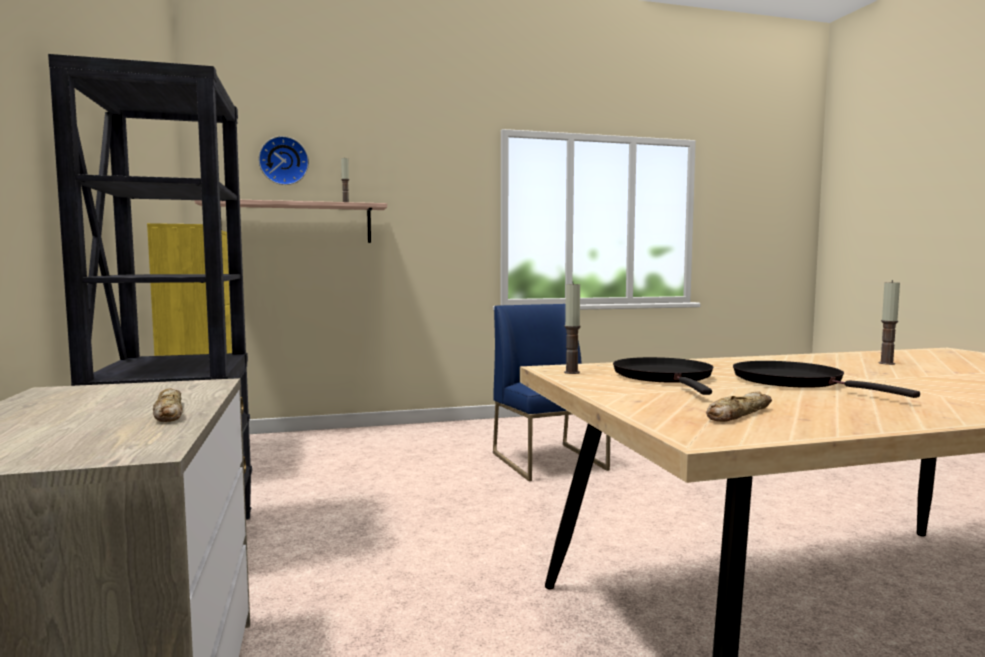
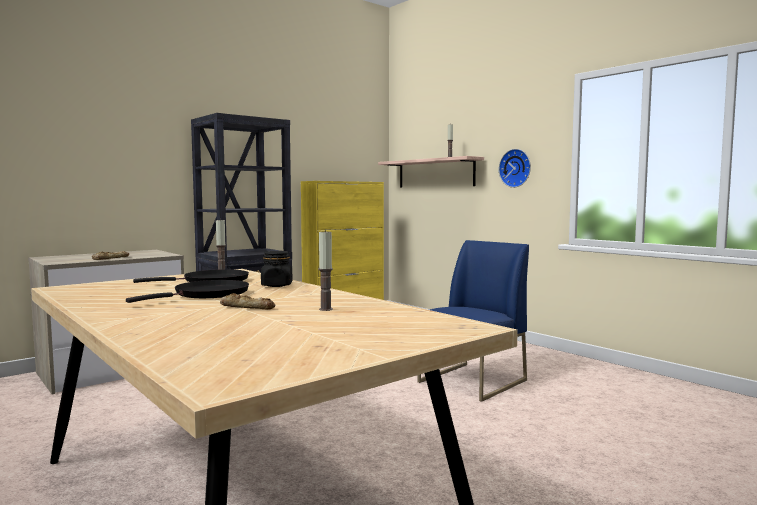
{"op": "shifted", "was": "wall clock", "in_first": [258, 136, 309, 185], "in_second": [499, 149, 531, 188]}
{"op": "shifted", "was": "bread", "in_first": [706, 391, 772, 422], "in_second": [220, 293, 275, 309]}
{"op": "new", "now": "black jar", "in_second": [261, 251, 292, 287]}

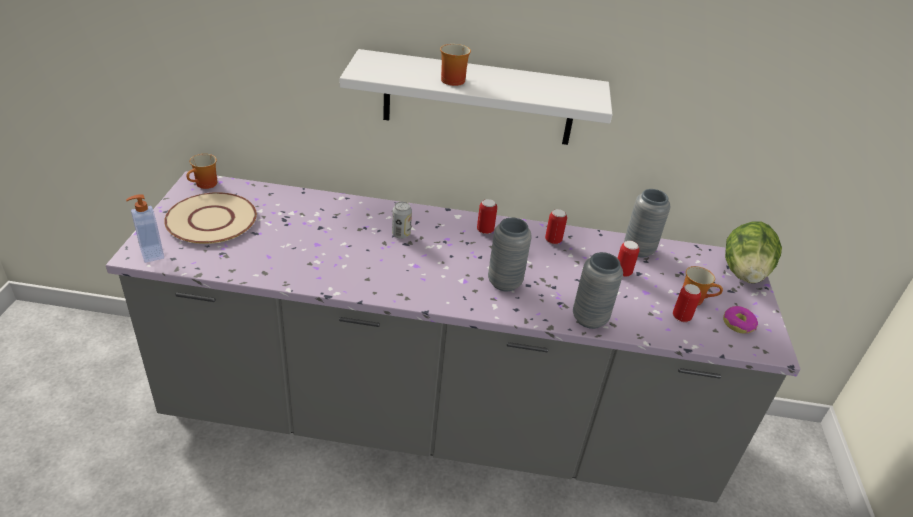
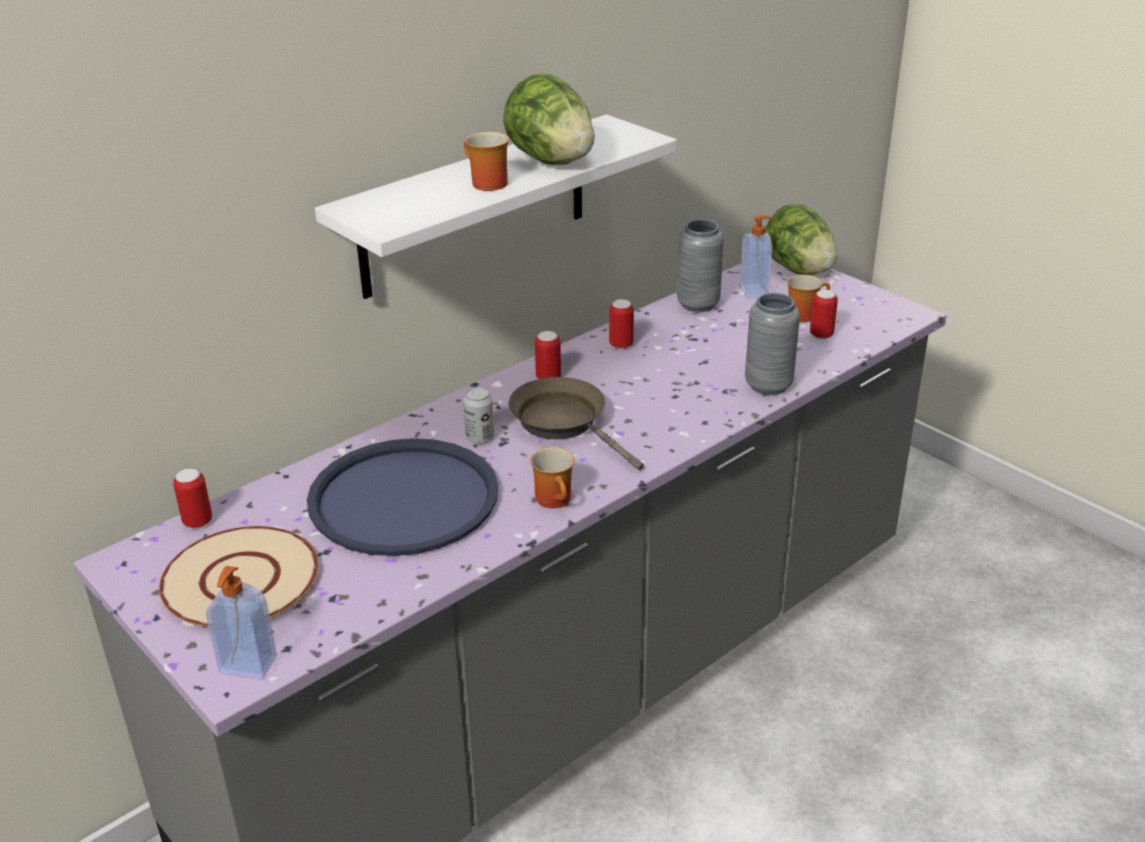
{"op": "shifted", "was": "mug", "in_first": [186, 154, 217, 189], "in_second": [530, 447, 575, 508]}
{"op": "gone", "was": "grey vase", "in_first": [488, 217, 532, 291]}
{"op": "shifted", "was": "can", "in_first": [618, 241, 640, 277], "in_second": [173, 468, 212, 528]}
{"op": "gone", "was": "donut", "in_first": [723, 306, 758, 334]}
{"op": "new", "now": "lettuce", "in_second": [503, 74, 595, 165]}
{"op": "new", "now": "soap dispenser", "in_second": [740, 215, 773, 298]}
{"op": "new", "now": "brown frying pan", "in_second": [508, 377, 644, 470]}
{"op": "new", "now": "blue tray", "in_second": [307, 438, 498, 556]}

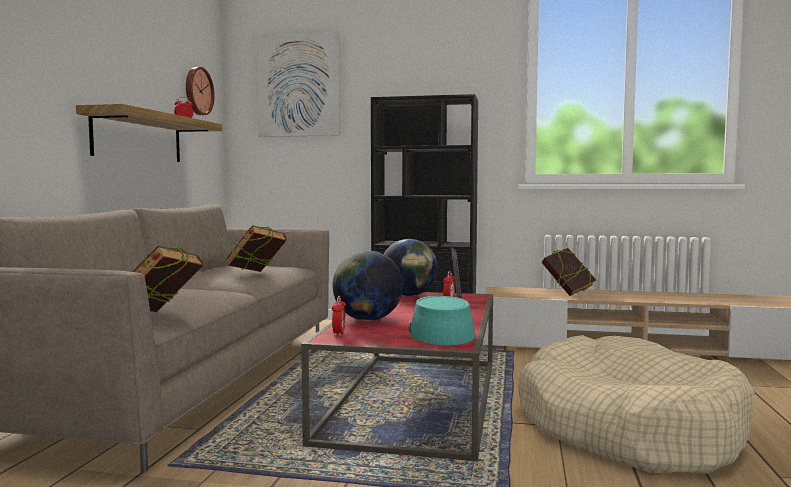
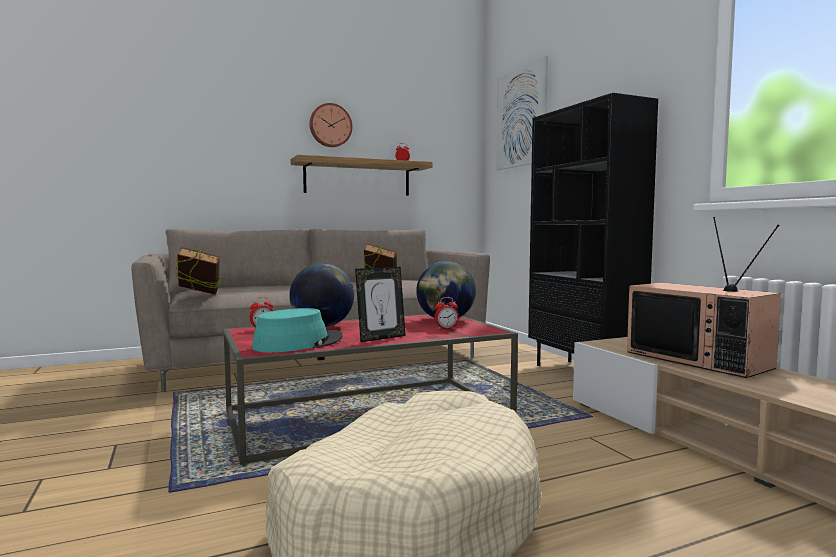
{"op": "shifted", "was": "wall clock", "in_first": [186, 67, 215, 115], "in_second": [310, 103, 352, 147]}
{"op": "swapped", "was": "book", "now": "television", "in_first": [542, 248, 596, 296], "in_second": [627, 217, 781, 378]}

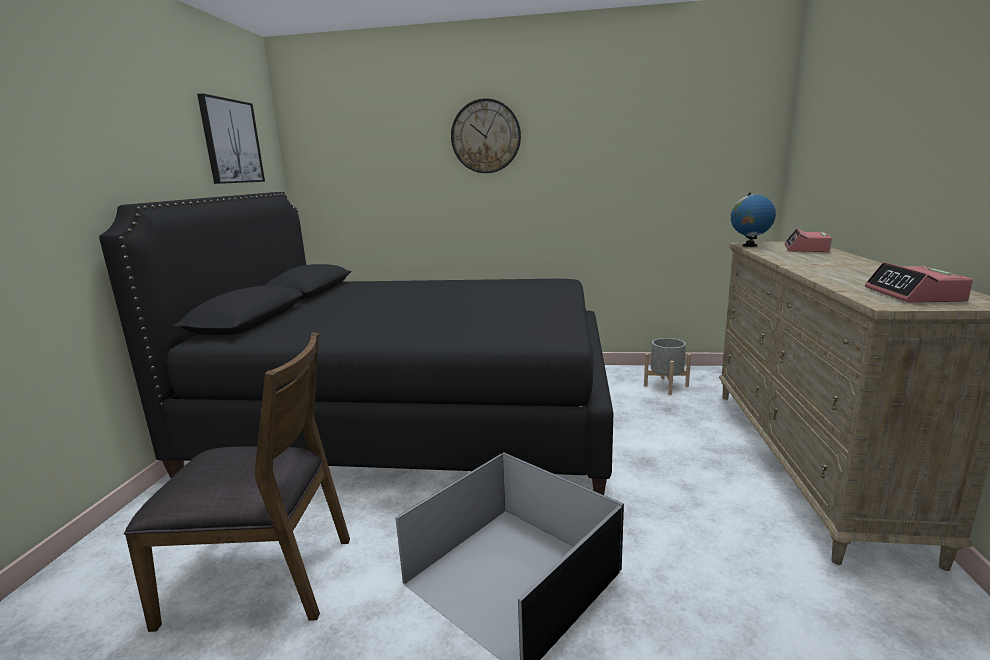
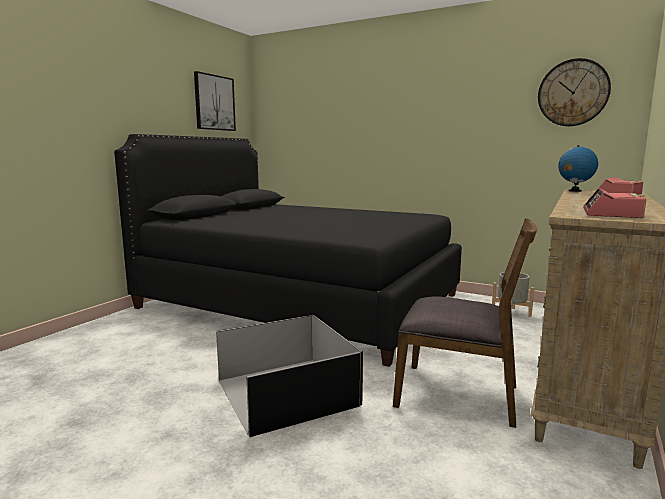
{"op": "shifted", "was": "wall clock", "in_first": [451, 98, 521, 173], "in_second": [538, 58, 611, 126]}
{"op": "shifted", "was": "brown chair", "in_first": [124, 332, 350, 632], "in_second": [393, 218, 538, 428]}

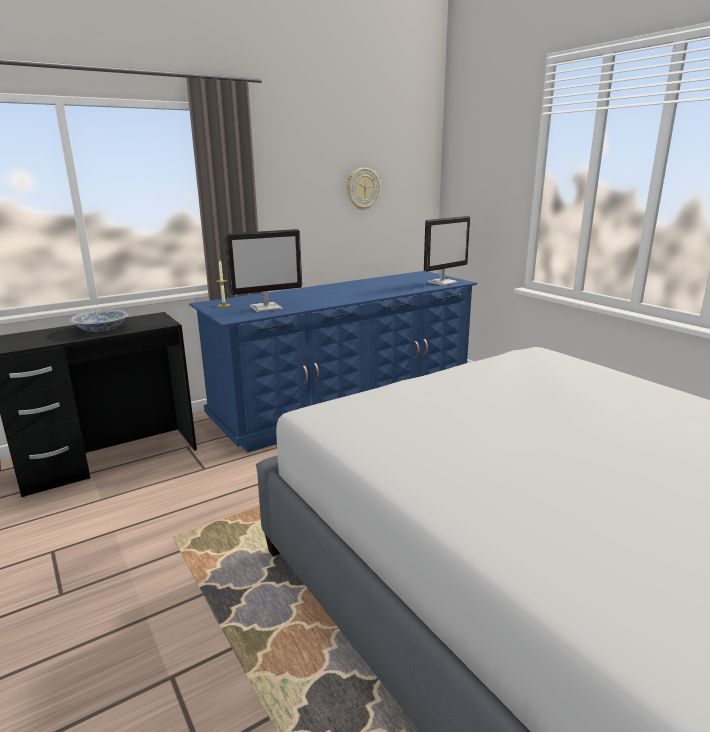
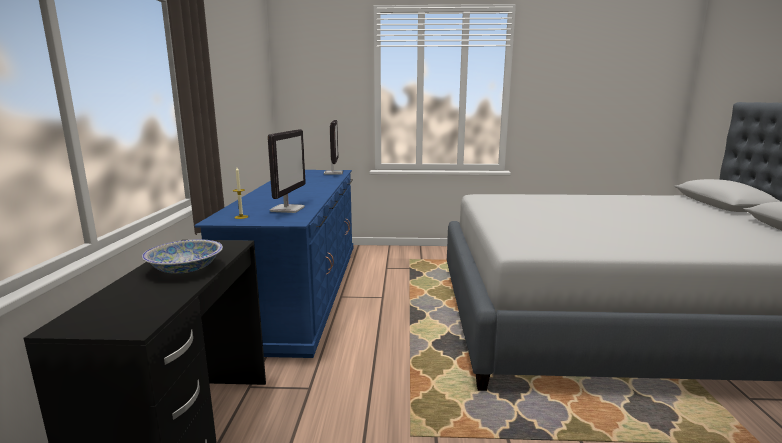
{"op": "gone", "was": "wall clock", "in_first": [346, 168, 381, 210]}

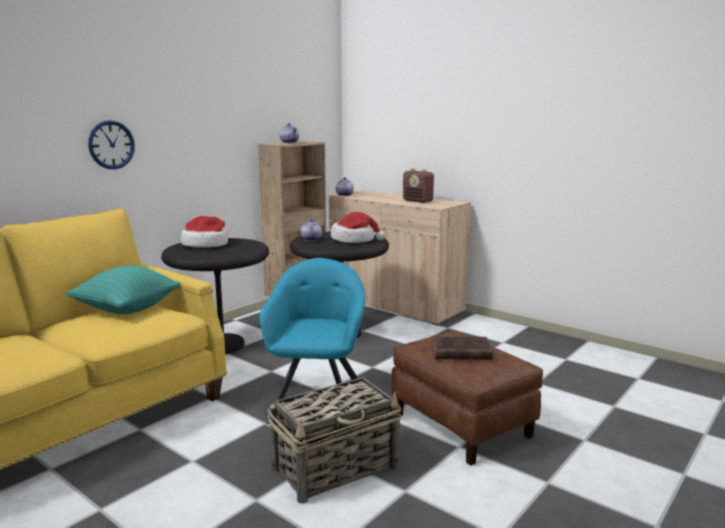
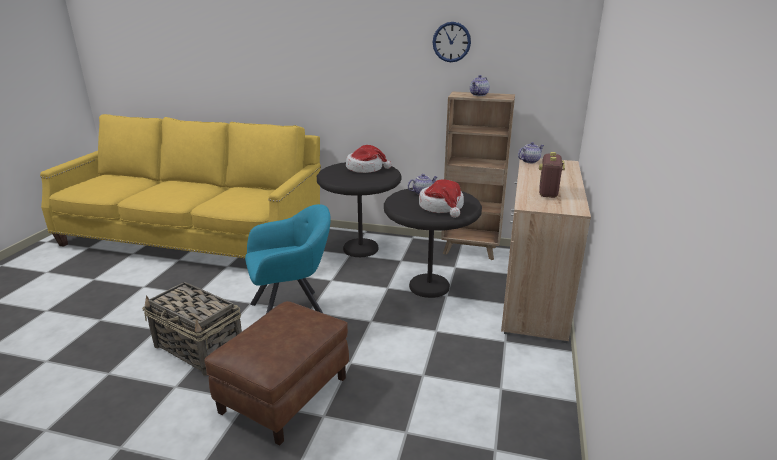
{"op": "shifted", "was": "wall clock", "in_first": [88, 120, 135, 169], "in_second": [433, 22, 471, 62]}
{"op": "gone", "was": "turquoise pillow", "in_first": [66, 266, 181, 314]}
{"op": "gone", "was": "brown book", "in_first": [432, 336, 493, 360]}

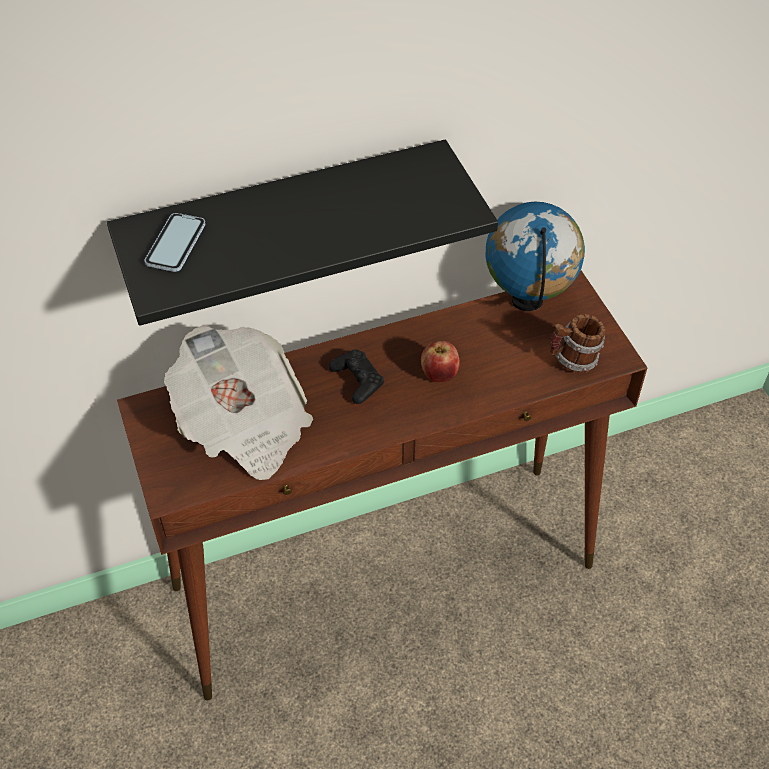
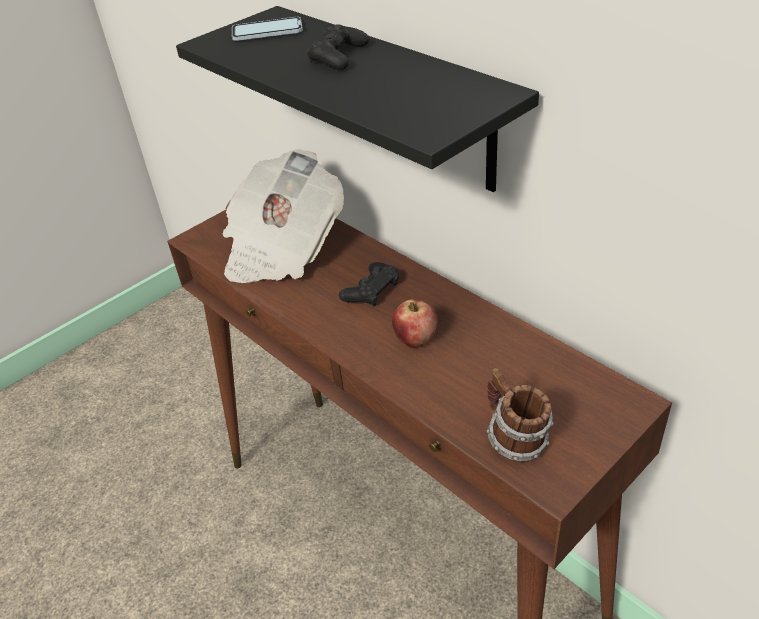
{"op": "gone", "was": "globe", "in_first": [486, 202, 585, 311]}
{"op": "new", "now": "black game controller", "in_second": [306, 24, 369, 70]}

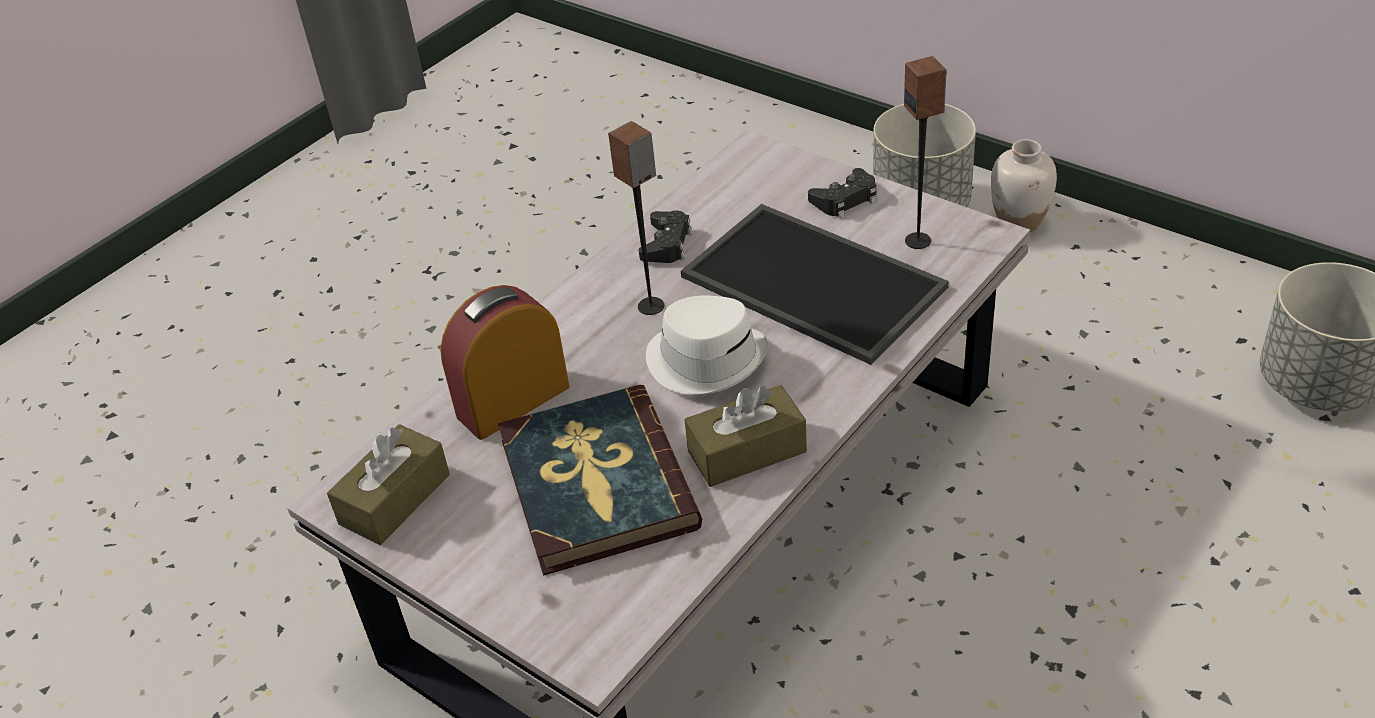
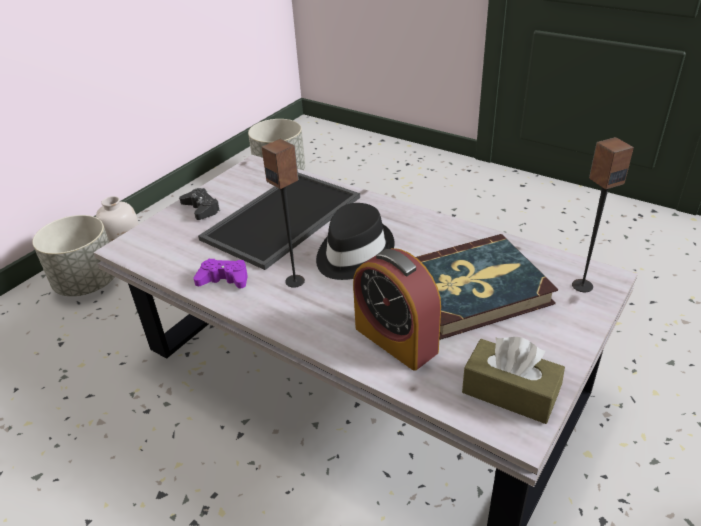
{"op": "shifted", "was": "speaker", "in_first": [904, 56, 947, 249], "in_second": [572, 137, 634, 292]}
{"op": "repainted", "was": "black game controller", "now": "purple game controller", "in_first": [639, 210, 692, 263], "in_second": [194, 259, 248, 288]}
{"op": "repainted", "was": "white hat", "now": "black hat", "in_first": [646, 296, 768, 395], "in_second": [316, 203, 395, 280]}
{"op": "gone", "was": "brown tissue box", "in_first": [684, 385, 807, 487]}

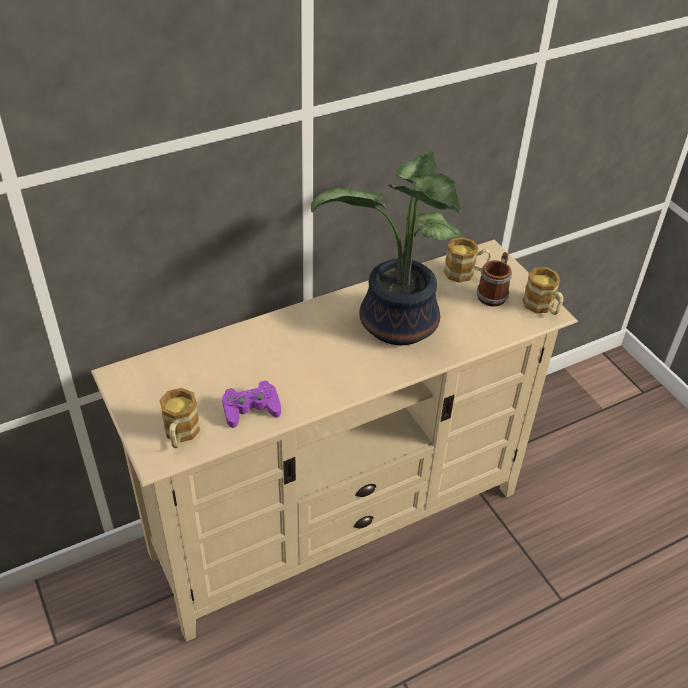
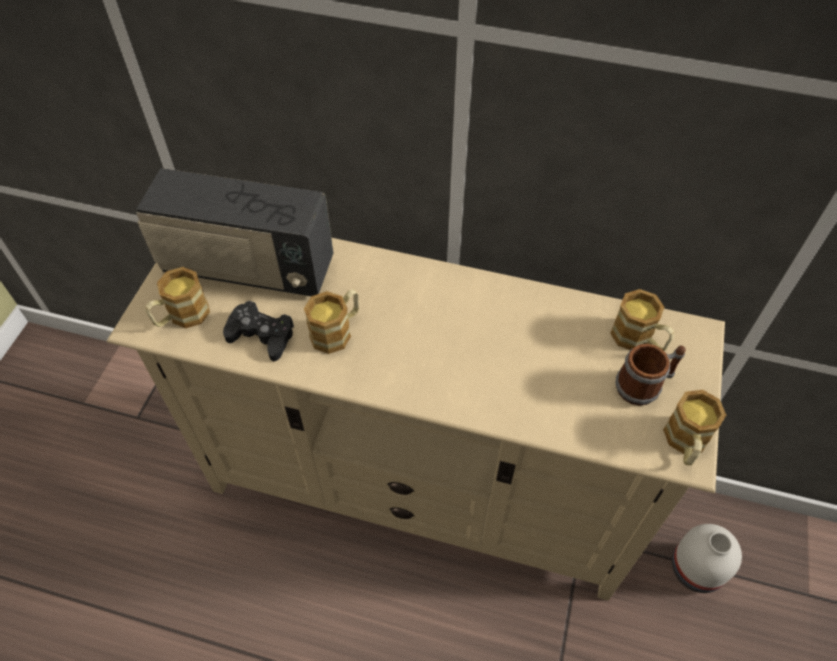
{"op": "gone", "was": "potted plant", "in_first": [311, 150, 461, 345]}
{"op": "repainted", "was": "purple game controller", "now": "black game controller", "in_first": [222, 381, 281, 428], "in_second": [223, 301, 294, 361]}
{"op": "new", "now": "radio", "in_second": [136, 168, 333, 296]}
{"op": "new", "now": "mug", "in_second": [304, 289, 359, 354]}
{"op": "new", "now": "white vase", "in_second": [672, 524, 742, 593]}

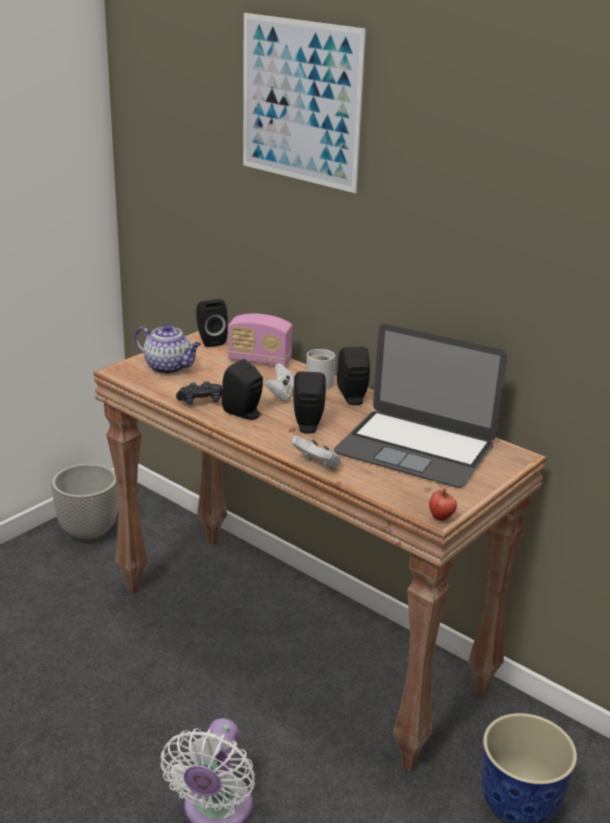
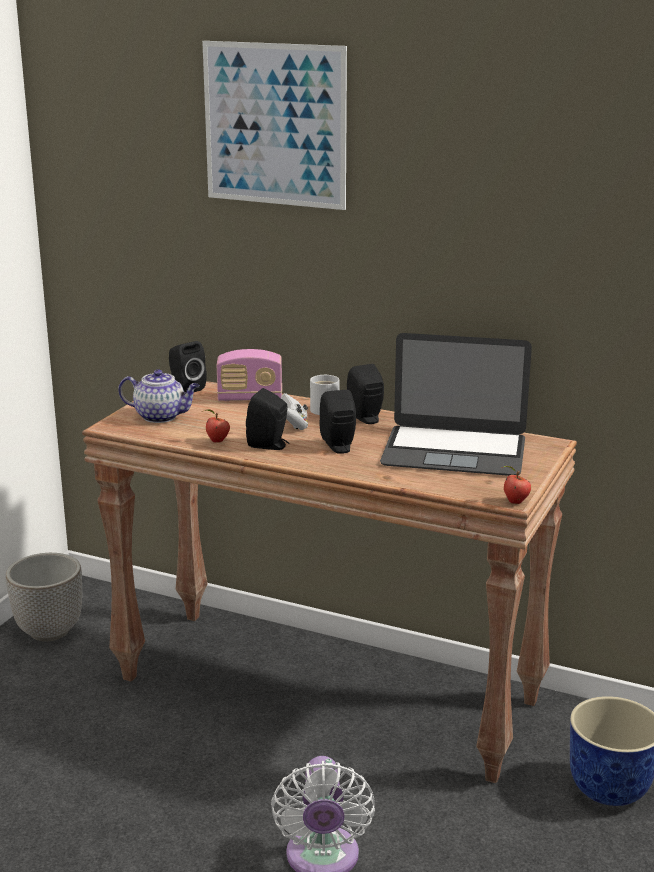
{"op": "swapped", "was": "black game controller", "now": "apple", "in_first": [176, 381, 222, 405], "in_second": [202, 409, 230, 443]}
{"op": "gone", "was": "white game controller", "in_first": [291, 436, 341, 469]}

